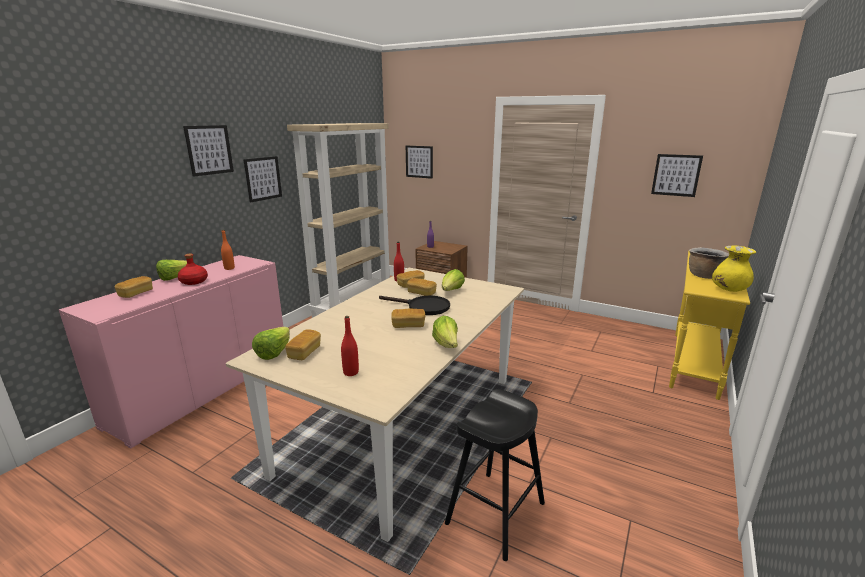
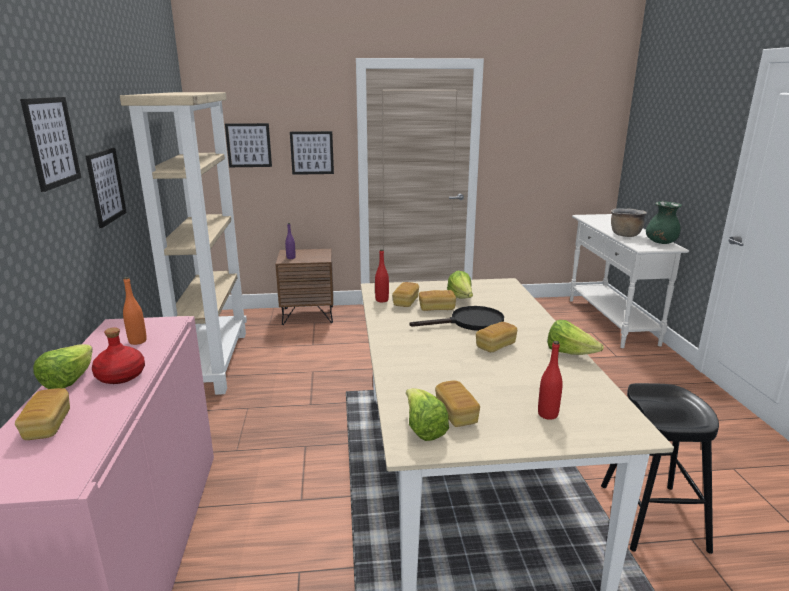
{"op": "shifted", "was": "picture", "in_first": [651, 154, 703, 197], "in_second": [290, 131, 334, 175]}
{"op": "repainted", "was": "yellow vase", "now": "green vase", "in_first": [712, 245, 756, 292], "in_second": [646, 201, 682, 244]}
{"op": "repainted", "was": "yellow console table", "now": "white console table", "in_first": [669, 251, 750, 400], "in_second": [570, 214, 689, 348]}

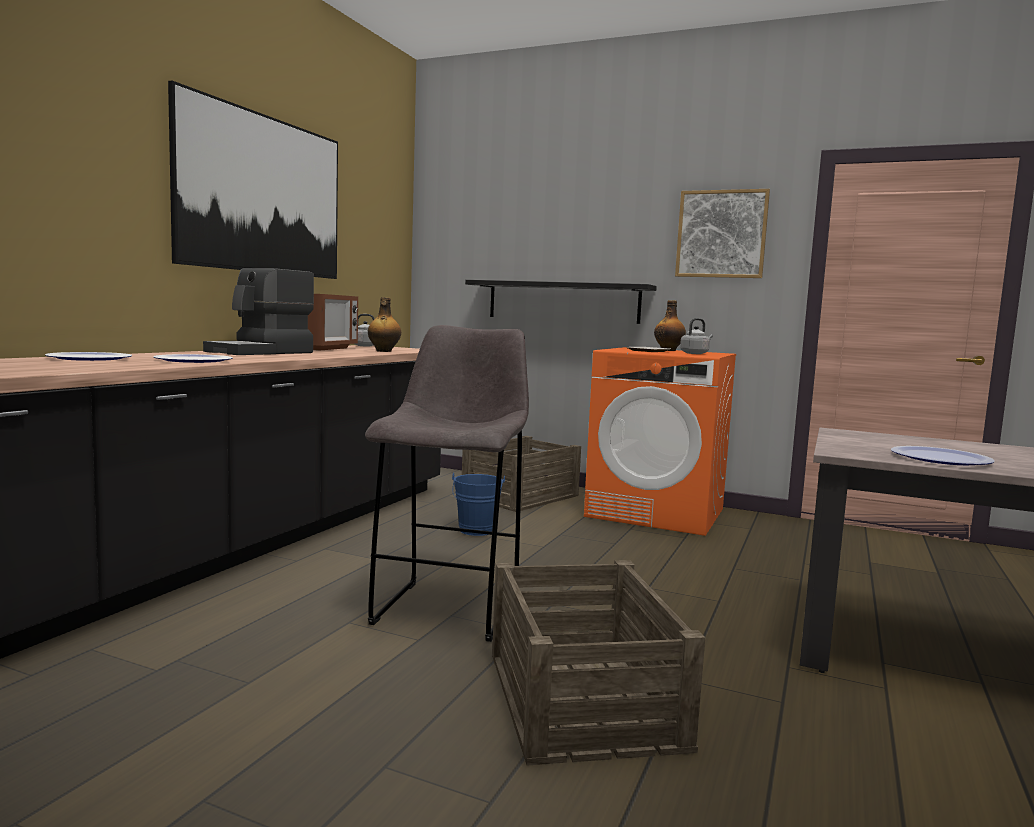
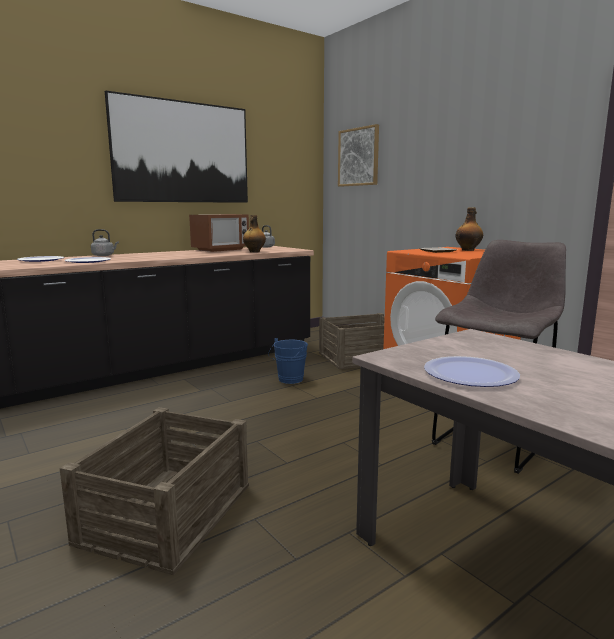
{"op": "shifted", "was": "picture", "in_first": [675, 189, 770, 278], "in_second": [338, 124, 379, 187]}
{"op": "gone", "was": "coffee machine", "in_first": [203, 268, 314, 355]}
{"op": "gone", "was": "black shelf", "in_first": [465, 280, 657, 324]}
{"op": "shifted", "was": "grey kettle", "in_first": [680, 318, 713, 354], "in_second": [91, 229, 119, 256]}
{"op": "shifted", "was": "grey stool", "in_first": [365, 325, 529, 642], "in_second": [432, 240, 566, 474]}

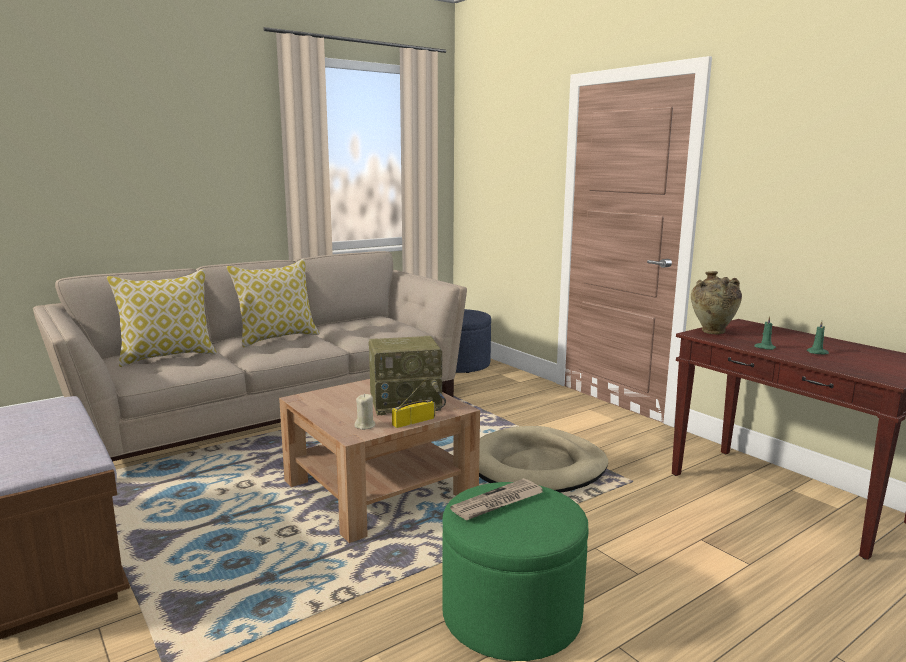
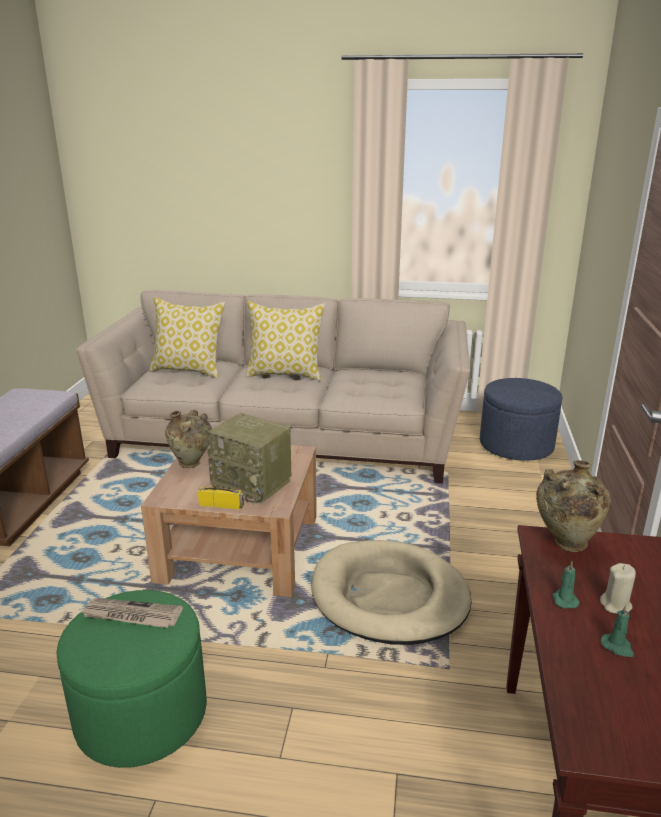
{"op": "shifted", "was": "beige candle", "in_first": [354, 394, 375, 430], "in_second": [600, 563, 636, 614]}
{"op": "new", "now": "beige vase", "in_second": [165, 409, 212, 468]}

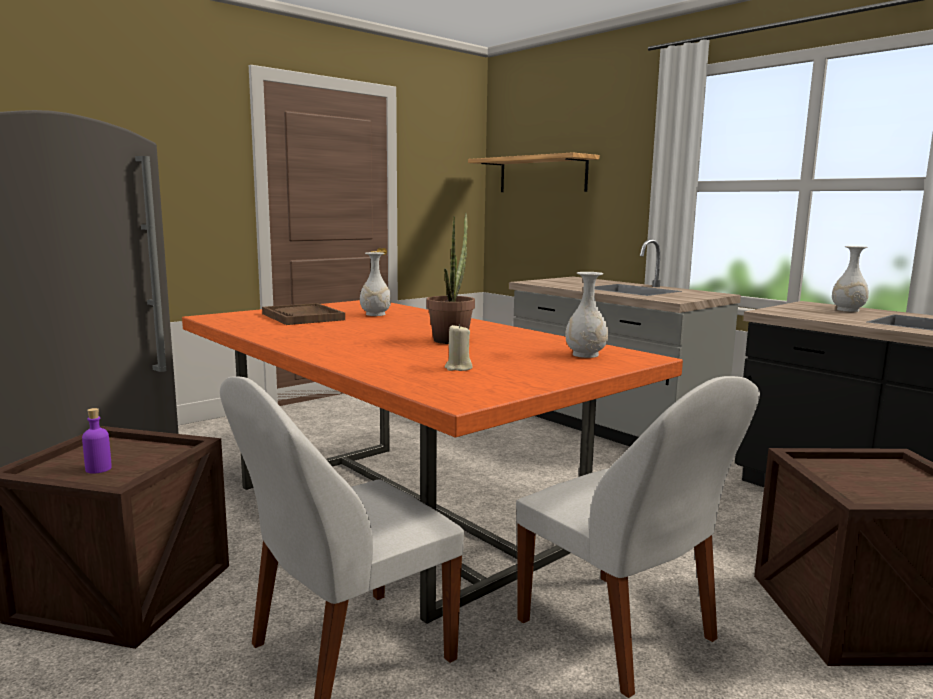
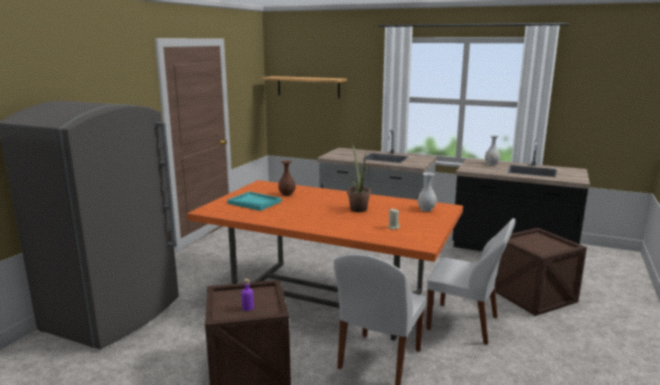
{"op": "repainted", "was": "white vase", "now": "brown vase", "in_first": [360, 252, 391, 316], "in_second": [278, 161, 296, 196]}
{"op": "repainted", "was": "brown tray", "now": "turquoise tray", "in_first": [262, 303, 345, 325], "in_second": [227, 192, 281, 211]}

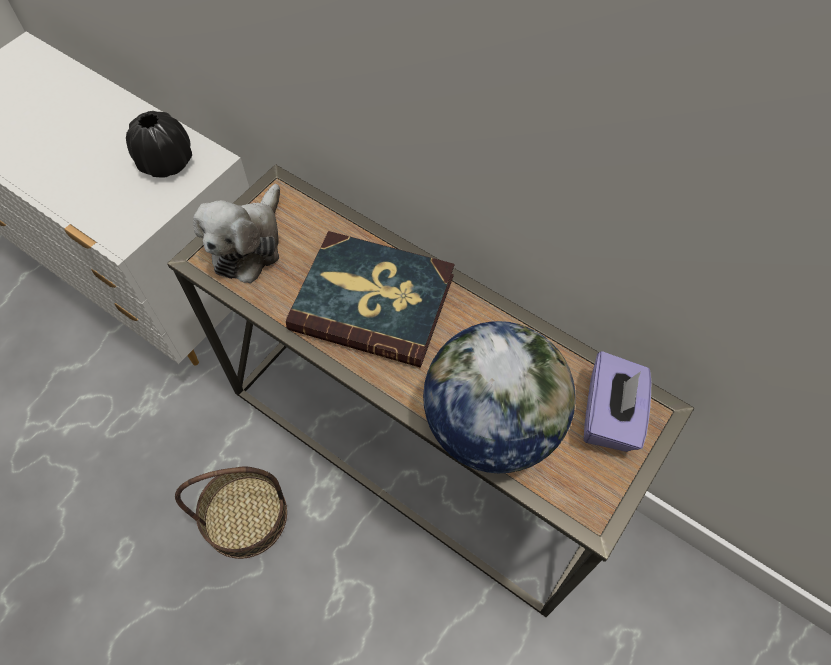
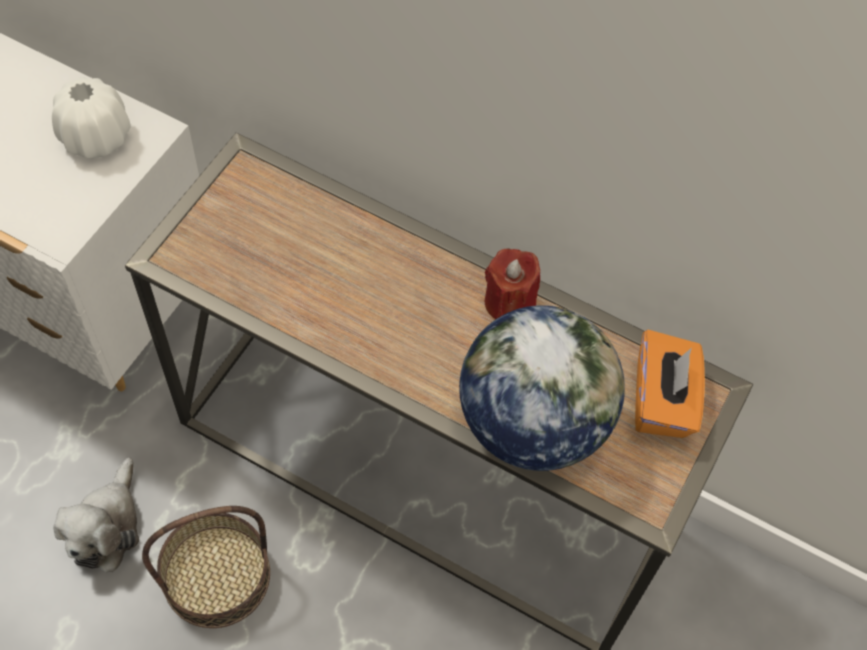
{"op": "repainted", "was": "black vase", "now": "white vase", "in_first": [126, 111, 192, 178], "in_second": [52, 77, 130, 158]}
{"op": "shifted", "was": "plush toy", "in_first": [193, 184, 280, 283], "in_second": [53, 457, 139, 572]}
{"op": "gone", "was": "book", "in_first": [286, 231, 455, 368]}
{"op": "repainted", "was": "purple tissue box", "now": "orange tissue box", "in_first": [584, 351, 651, 452], "in_second": [635, 330, 705, 438]}
{"op": "new", "now": "red candle", "in_second": [485, 248, 540, 319]}

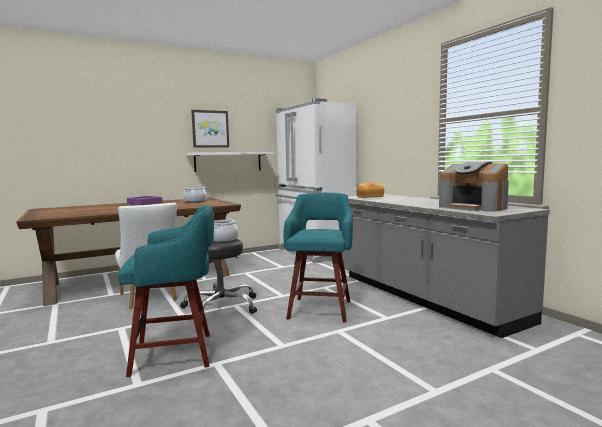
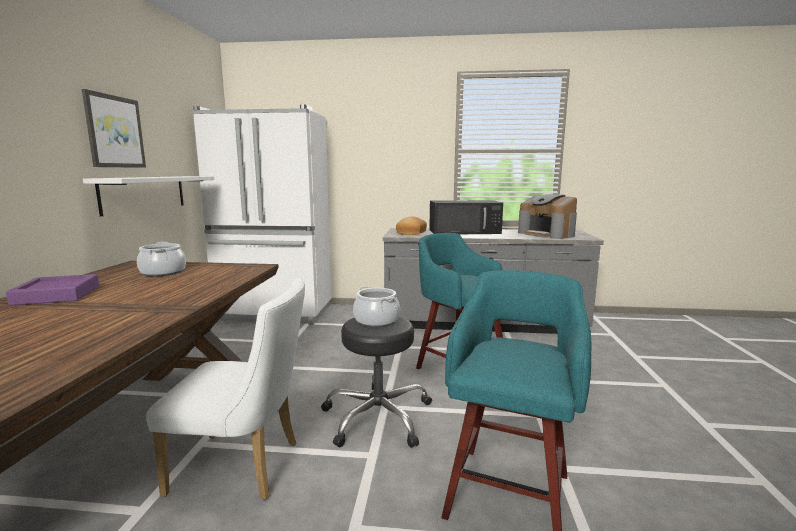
{"op": "rotated", "was": "coffee machine", "in_first": [439, 162, 509, 212], "in_second": [518, 194, 577, 239], "clockwise": 60}
{"op": "new", "now": "black microwave", "in_second": [429, 200, 503, 234]}

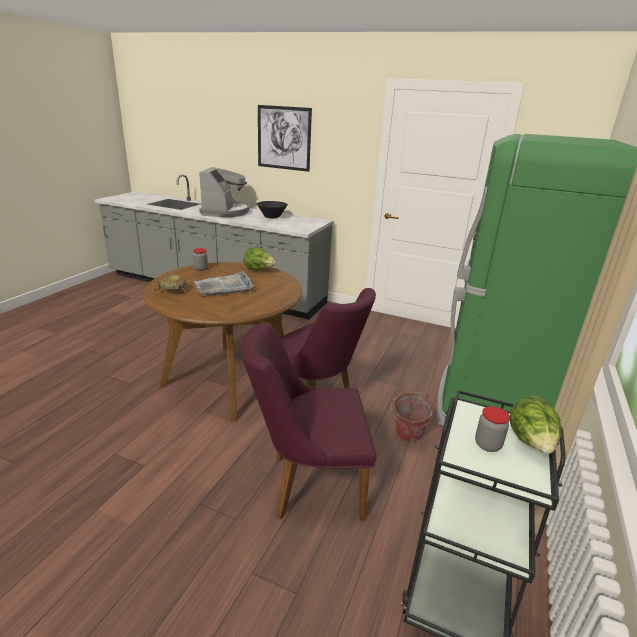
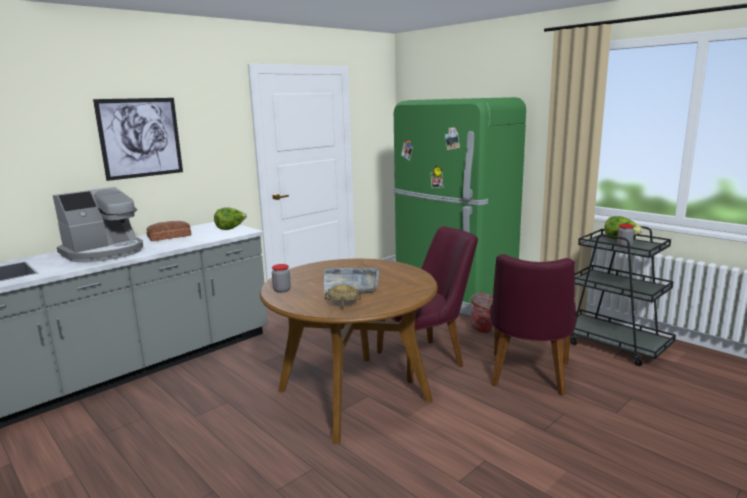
{"op": "rotated", "was": "coffee machine", "in_first": [199, 167, 250, 217], "in_second": [53, 187, 143, 262], "clockwise": 105}
{"op": "swapped", "was": "black bowl", "now": "bread", "in_first": [257, 201, 288, 218], "in_second": [146, 221, 191, 241]}
{"op": "shifted", "was": "lettuce", "in_first": [243, 247, 276, 271], "in_second": [214, 207, 247, 230]}

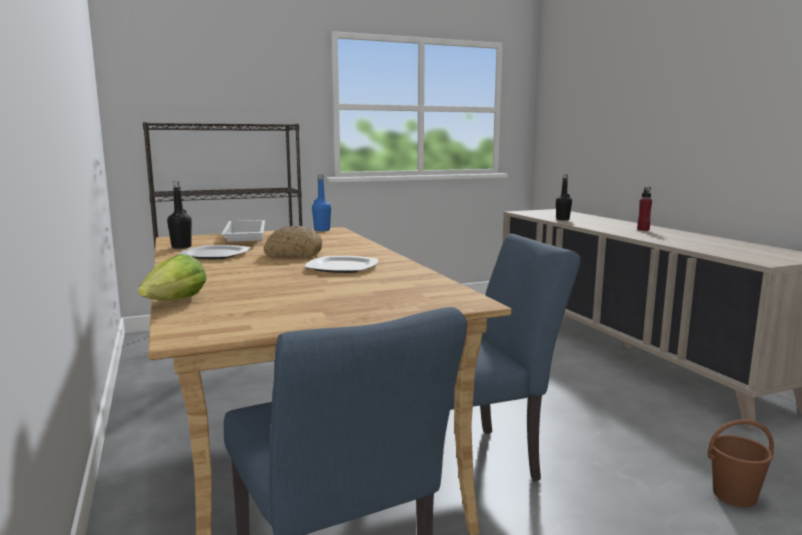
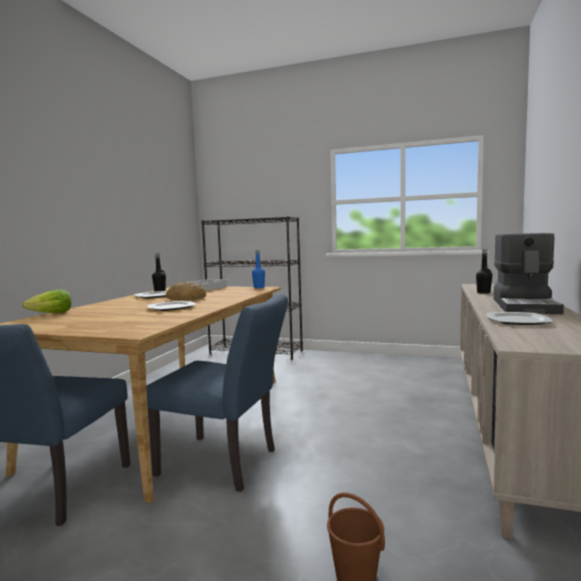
{"op": "swapped", "was": "red bottle", "now": "coffee machine", "in_first": [637, 187, 652, 231], "in_second": [493, 233, 564, 314]}
{"op": "new", "now": "plate", "in_second": [487, 312, 553, 325]}

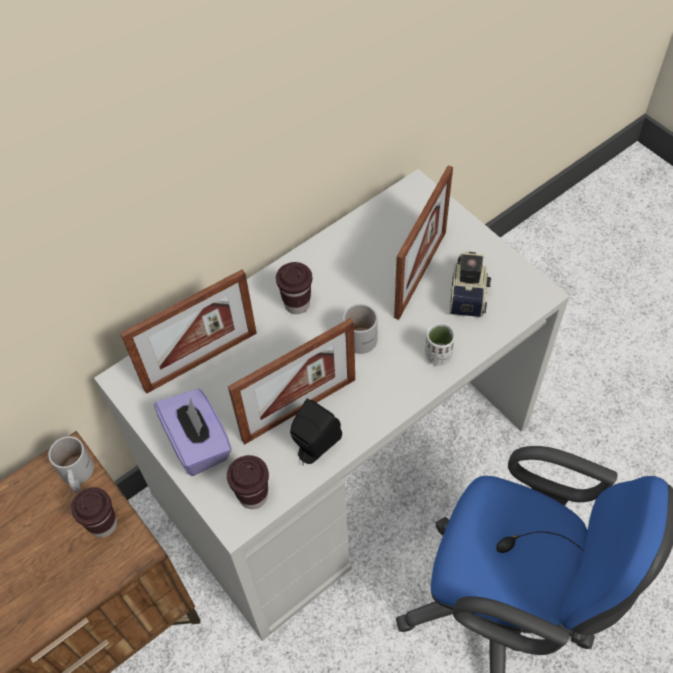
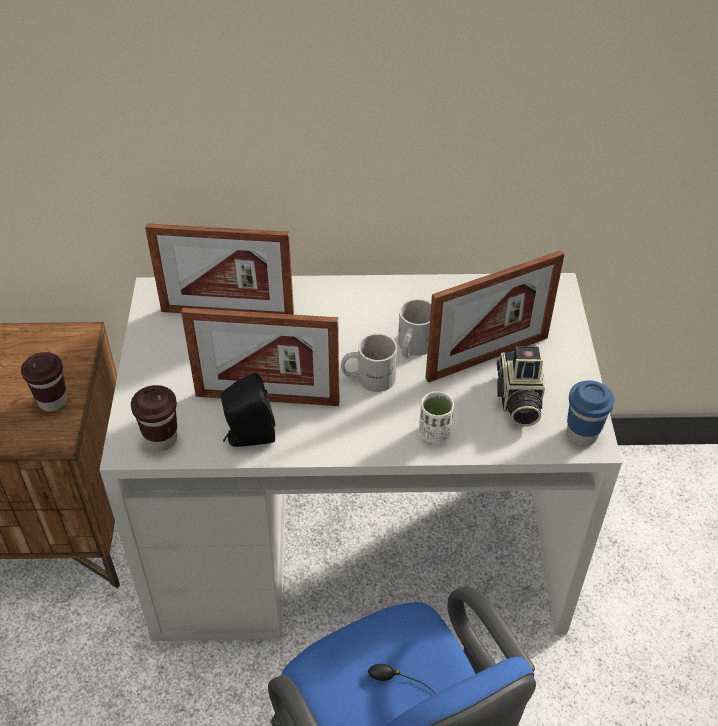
{"op": "rotated", "was": "photo camera", "in_first": [450, 252, 491, 317], "in_second": [497, 346, 545, 427], "clockwise": 135}
{"op": "gone", "was": "brown cup", "in_first": [276, 262, 312, 314]}
{"op": "gone", "was": "purple tissue box", "in_first": [154, 389, 232, 476]}
{"op": "shifted", "was": "white mug", "in_first": [49, 436, 94, 492], "in_second": [398, 299, 431, 358]}
{"op": "new", "now": "blue cup", "in_second": [567, 380, 615, 446]}

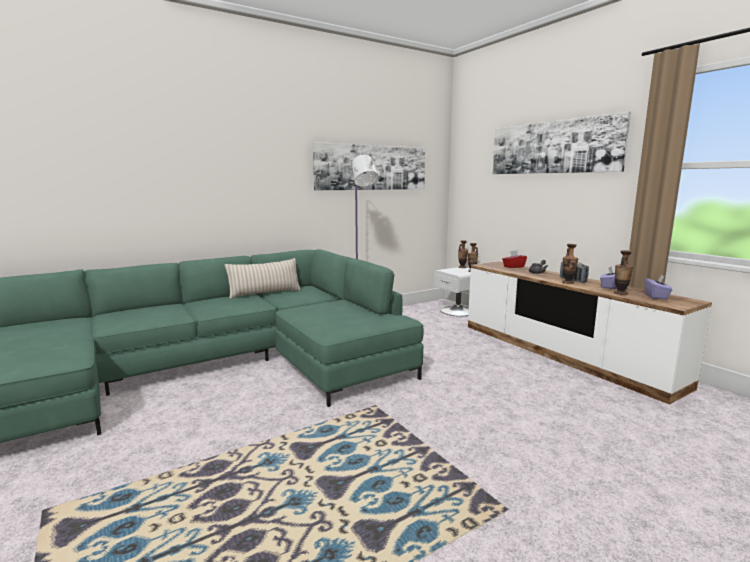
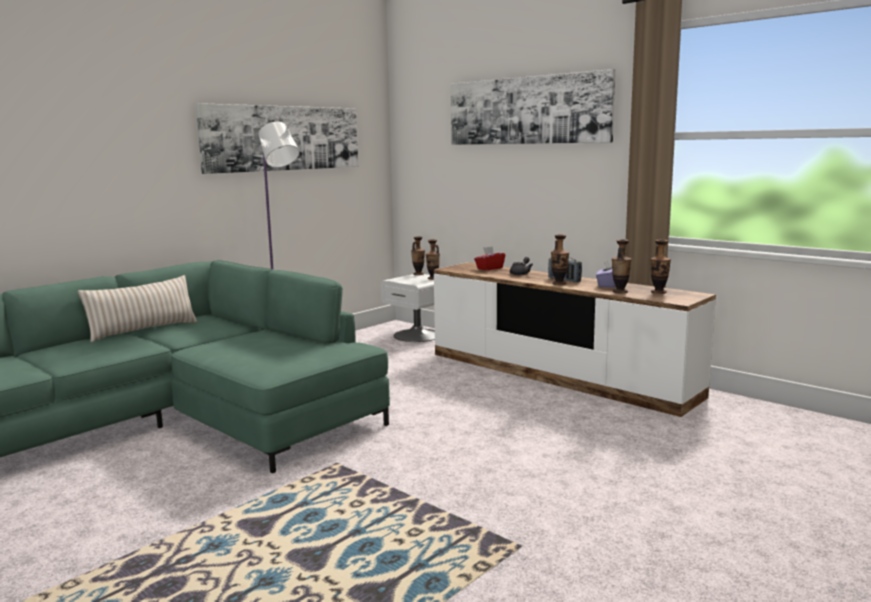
{"op": "swapped", "was": "purple tissue box", "now": "vase", "in_first": [645, 274, 672, 300], "in_second": [651, 240, 671, 294]}

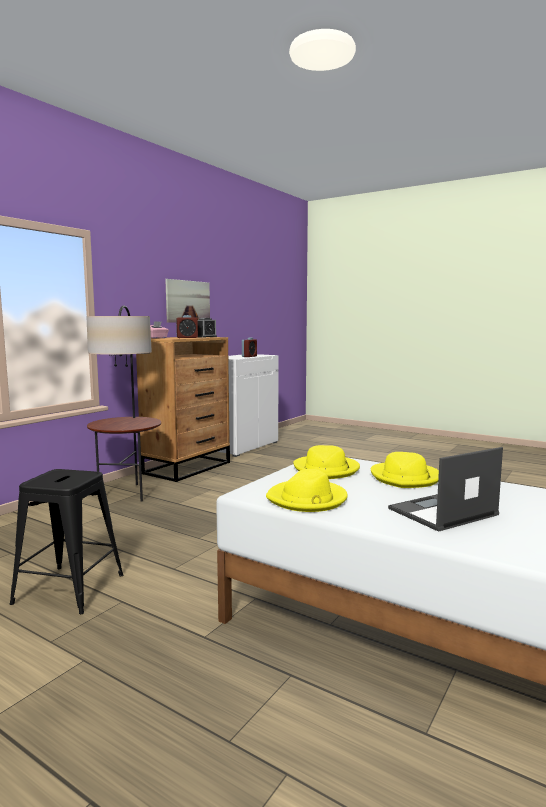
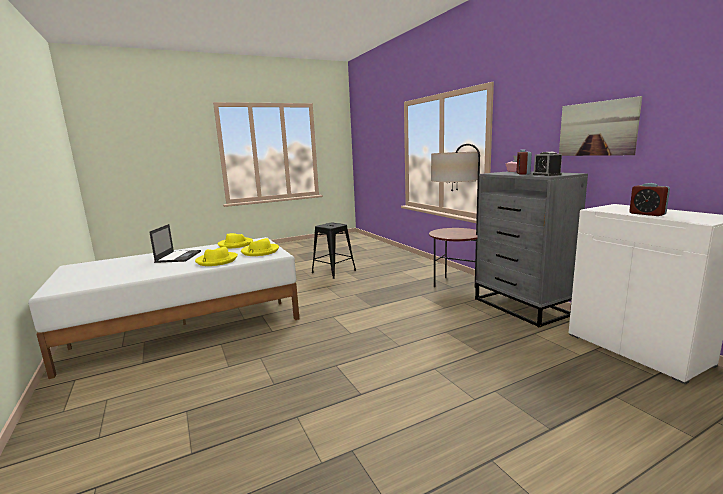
{"op": "repainted", "was": "brown dresser", "now": "grey dresser", "in_first": [136, 337, 230, 482], "in_second": [475, 171, 588, 327]}

